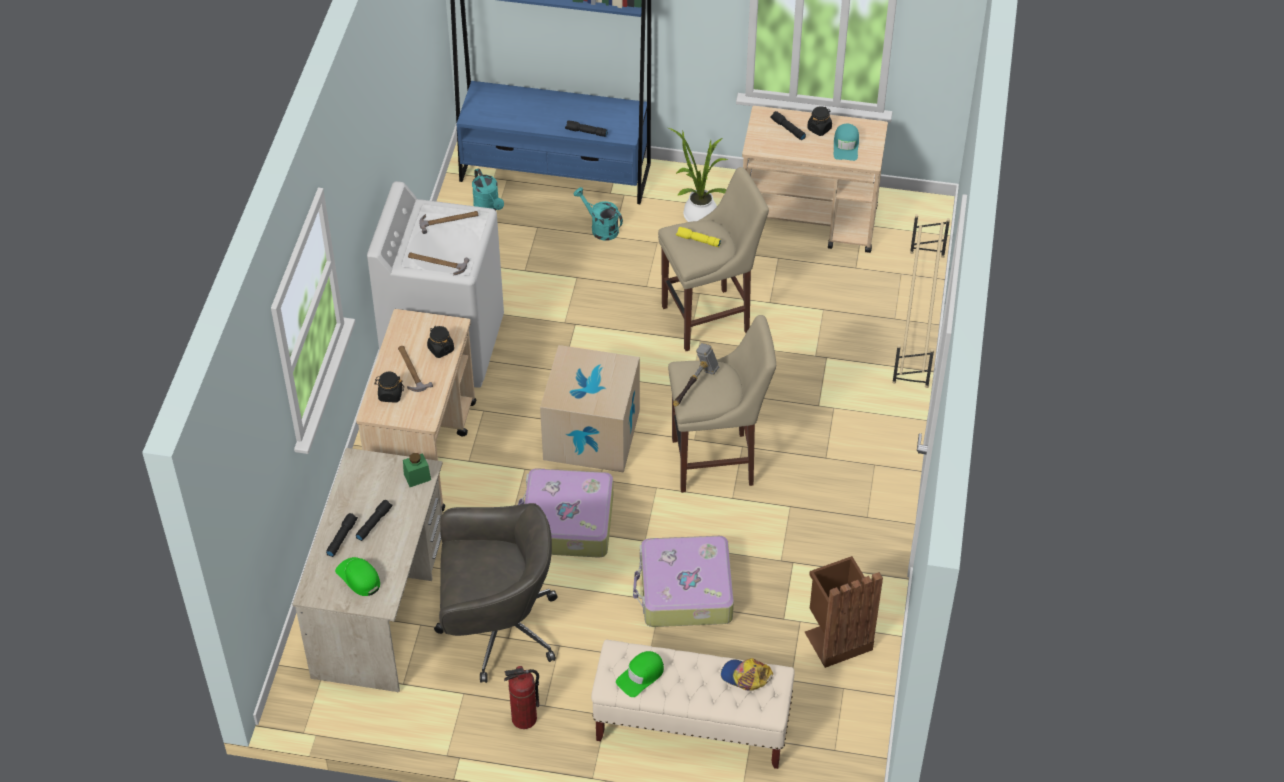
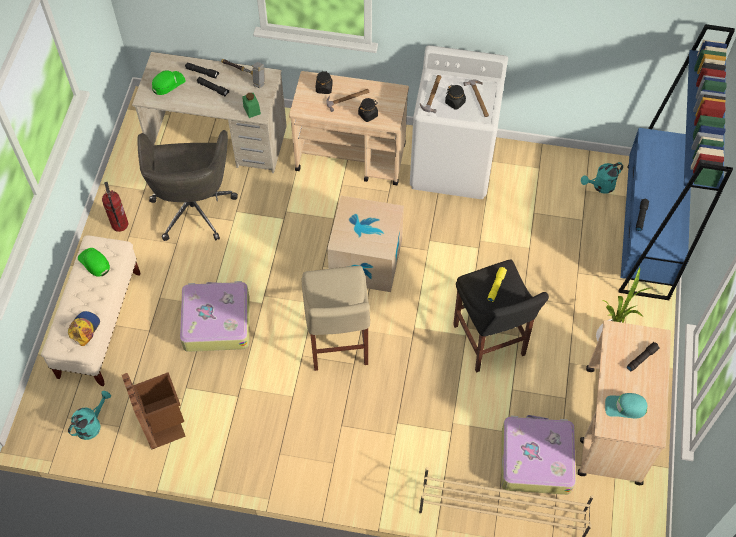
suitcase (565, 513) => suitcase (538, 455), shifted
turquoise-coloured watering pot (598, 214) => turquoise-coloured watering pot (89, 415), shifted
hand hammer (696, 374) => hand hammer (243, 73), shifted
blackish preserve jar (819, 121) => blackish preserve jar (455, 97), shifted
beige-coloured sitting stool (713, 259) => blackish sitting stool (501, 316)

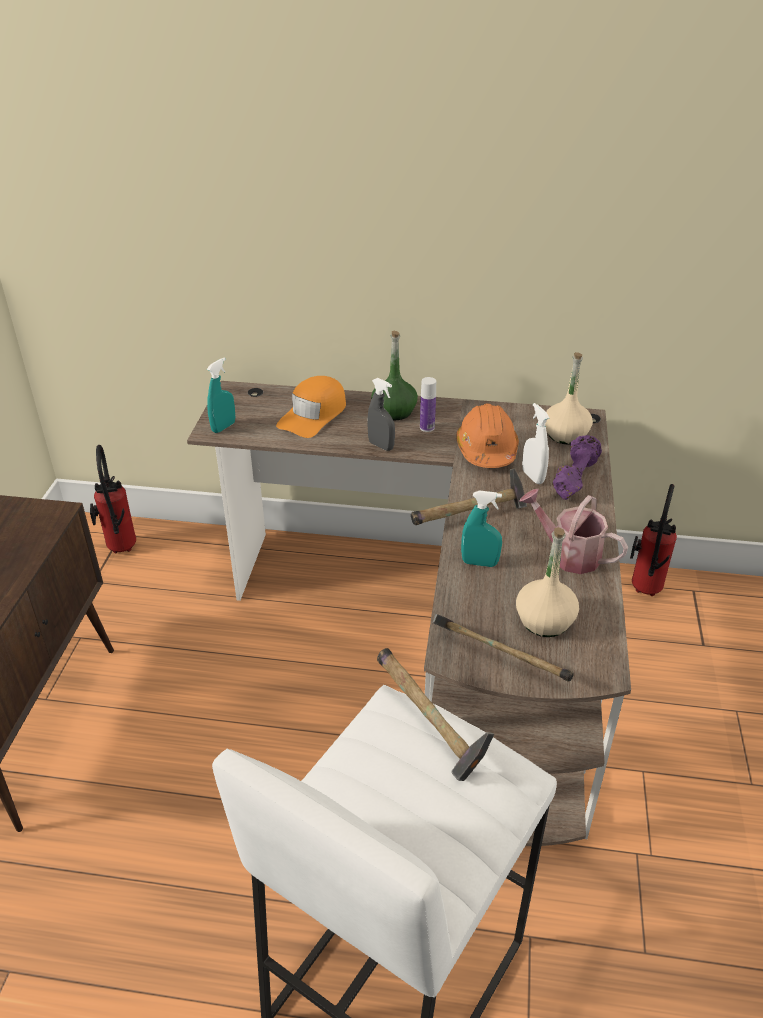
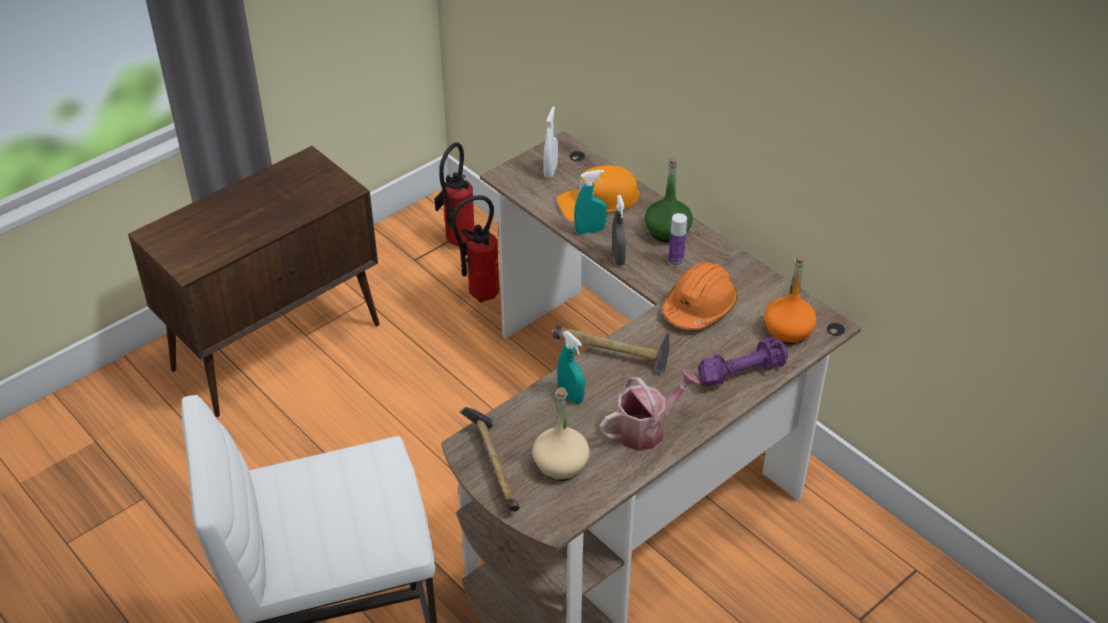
hand hammer (435, 714) => nothing
turquoise-coloured hand sprayer (221, 395) => turquoise-coloured hand sprayer (590, 202), shifted
white-coloured hand sprayer (535, 443) => white-coloured hand sprayer (550, 142), shifted
fire extinguisher (653, 540) => fire extinguisher (475, 249), shifted
beige-coloured beverage bottle (569, 398) => orangey beverage bottle (790, 299)
watering pot (573, 531) => watering pot (649, 410), 75 degrees clockwise

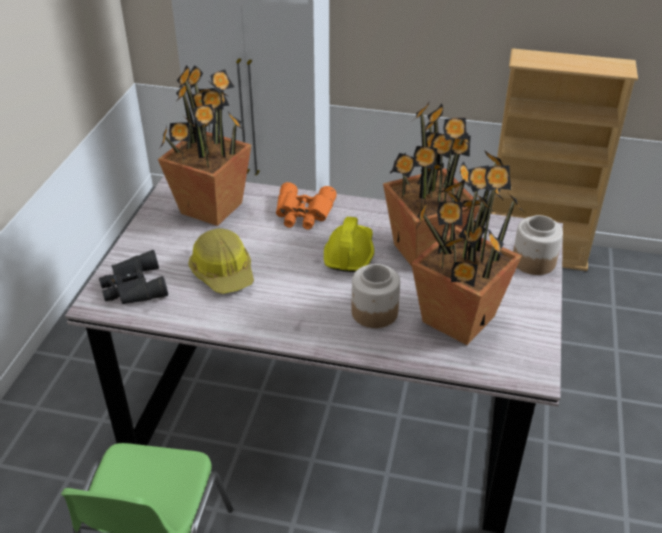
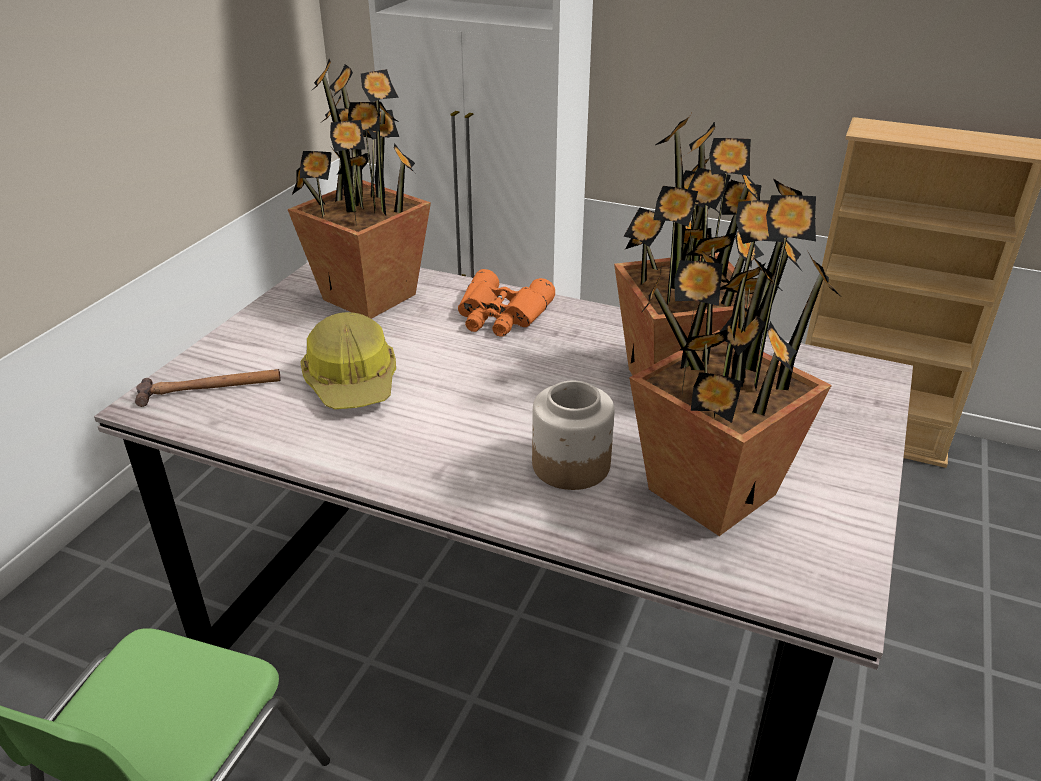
yellow-coloured work helmet (349, 244) => nothing
preserve jar (538, 245) => nothing
blackish pair of binoculars (133, 277) => hand hammer (207, 388)

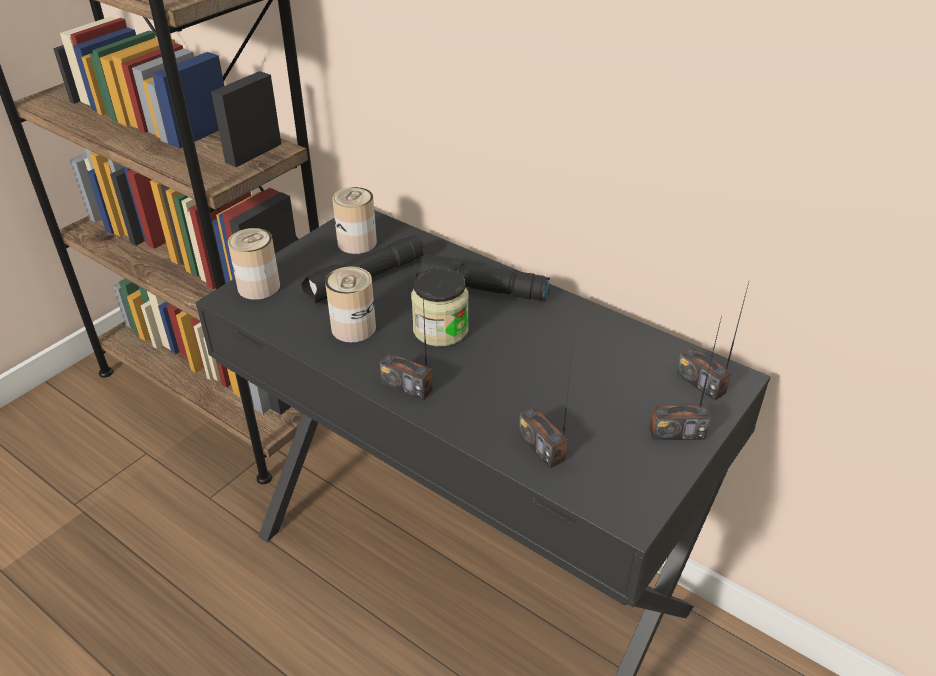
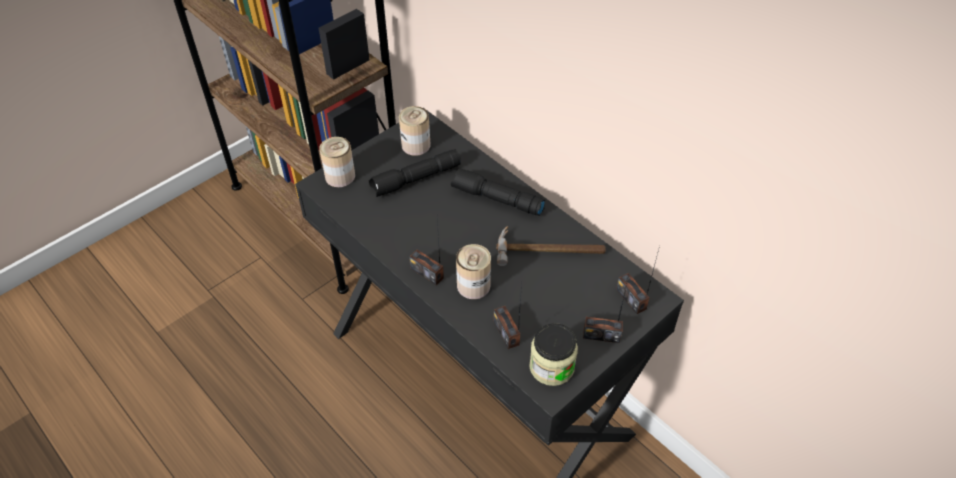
nothing => hand hammer (551, 246)
sealed can (350, 304) => sealed can (473, 271), shifted
preserve jar (440, 307) => preserve jar (553, 354), shifted

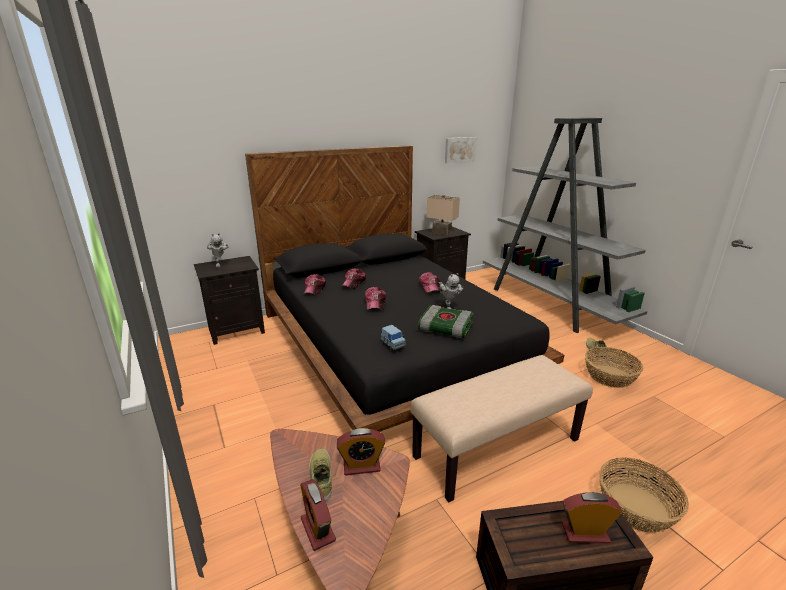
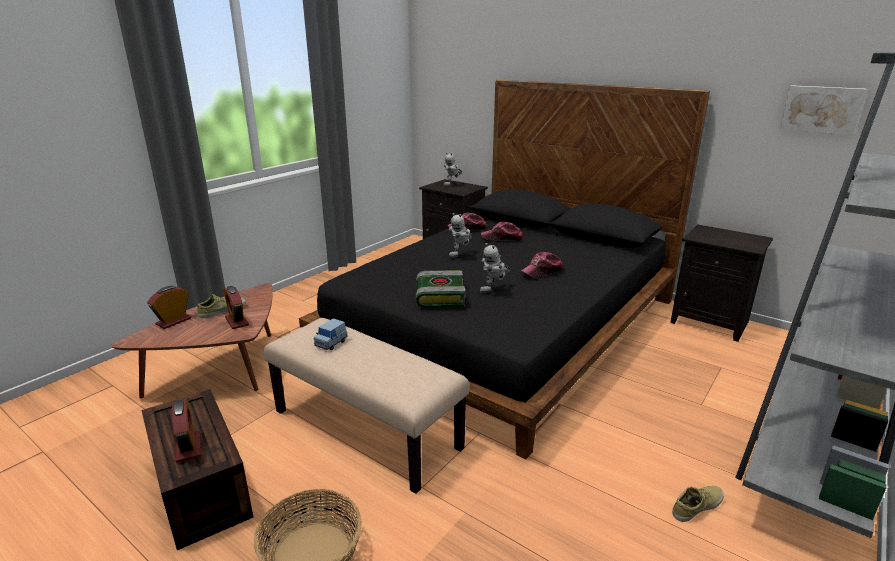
beige-coloured lamp for a table (443, 215) => nothing
basket (614, 367) => nothing
blue model car (393, 337) => blue model car (330, 334), shifted
baseball cap (375, 298) => toy robot (460, 235)

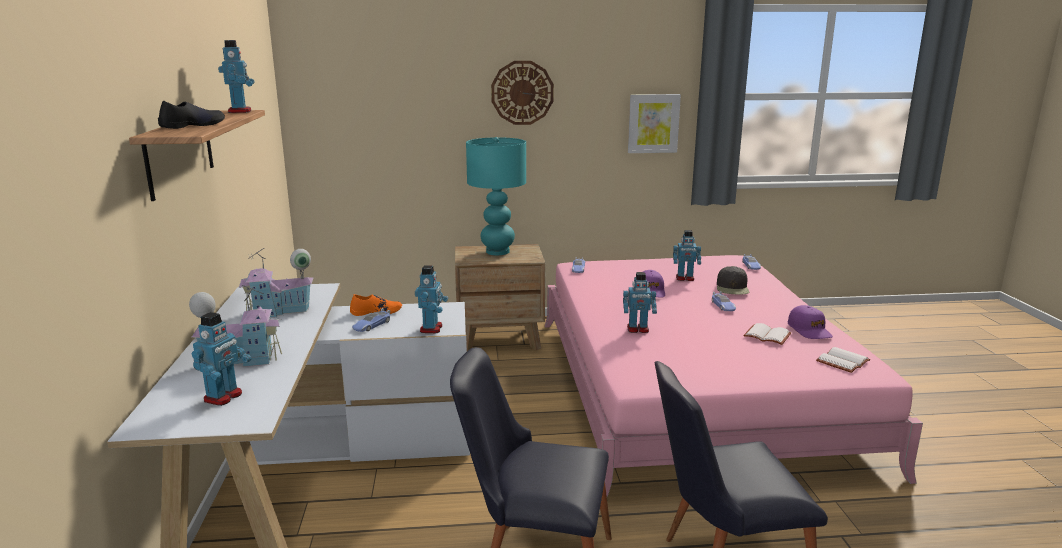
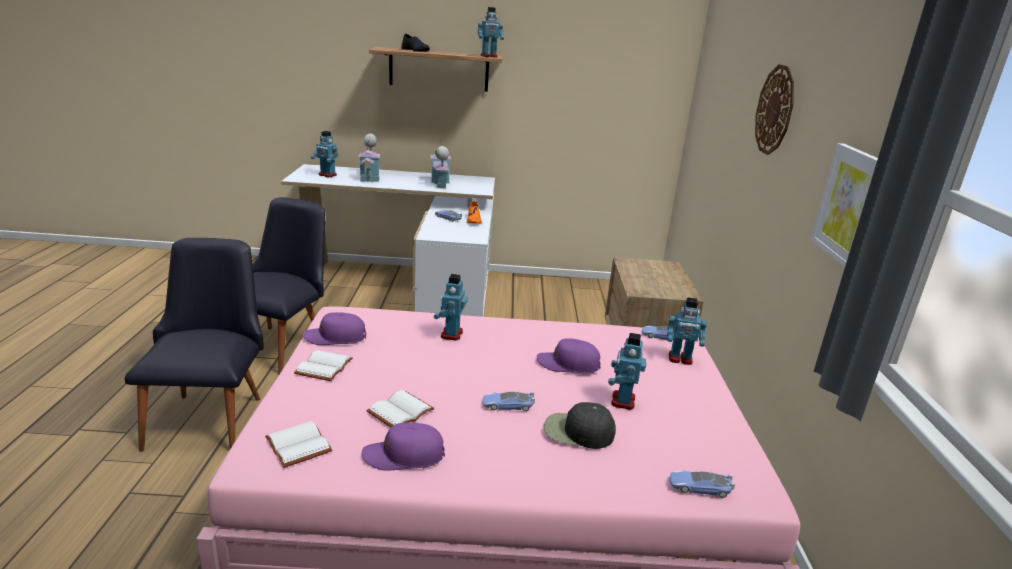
turquoise-coloured lamp for a table (496, 196) => nothing
nothing => white-coloured bound book (323, 365)
nothing => purplish baseball cap (334, 328)
toy robot (431, 299) => toy robot (687, 331), shifted

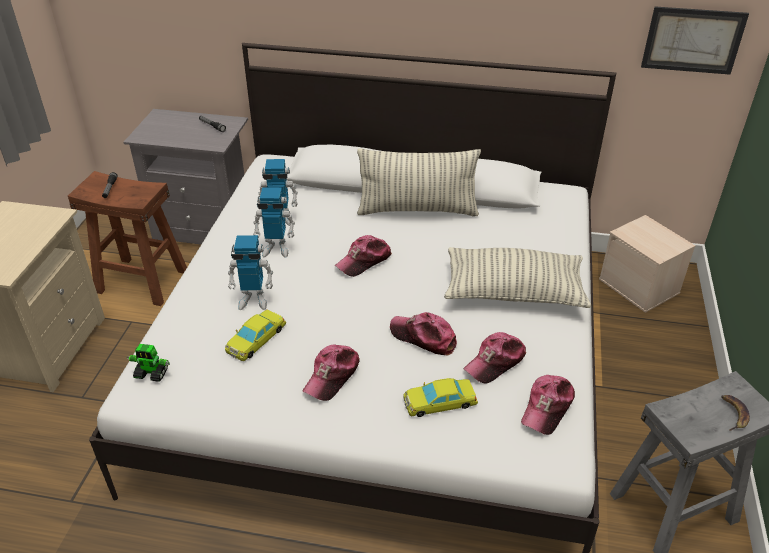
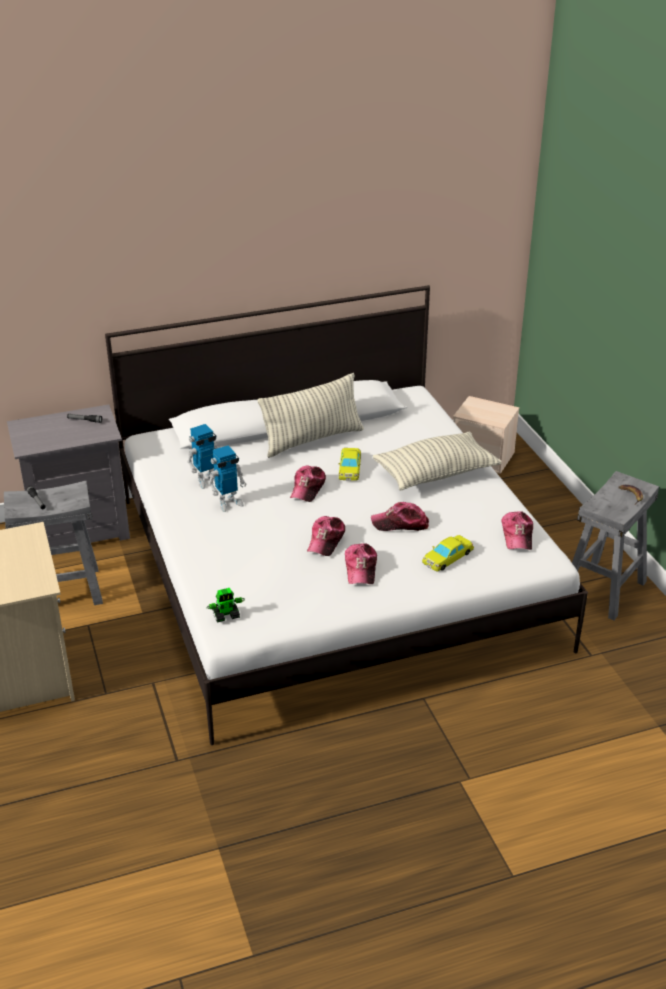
toy robot (250, 272) => nothing
wall picture (695, 41) => nothing
yellow-coloured model car (255, 335) => yellow-coloured model car (350, 464), shifted
baseball cap (494, 358) => baseball cap (326, 536), shifted
brown-coloured sitting stool (127, 238) => greyish sitting stool (53, 542)

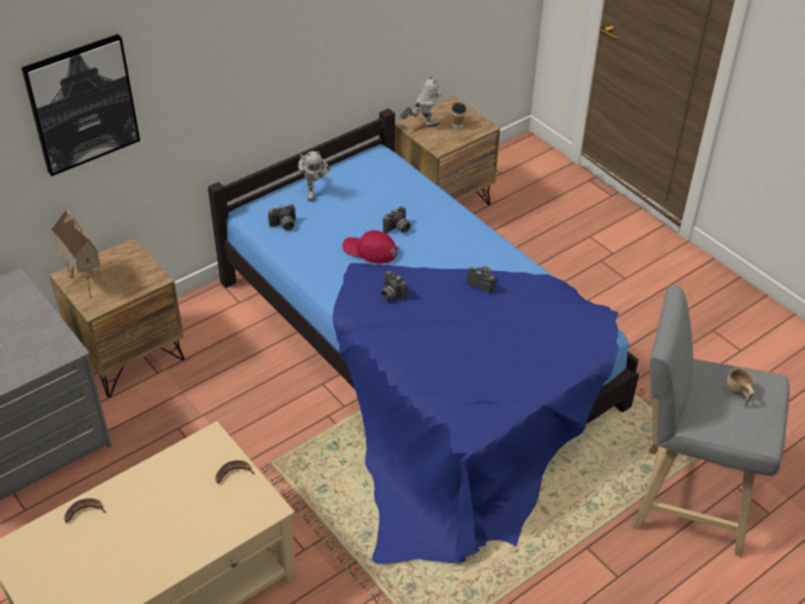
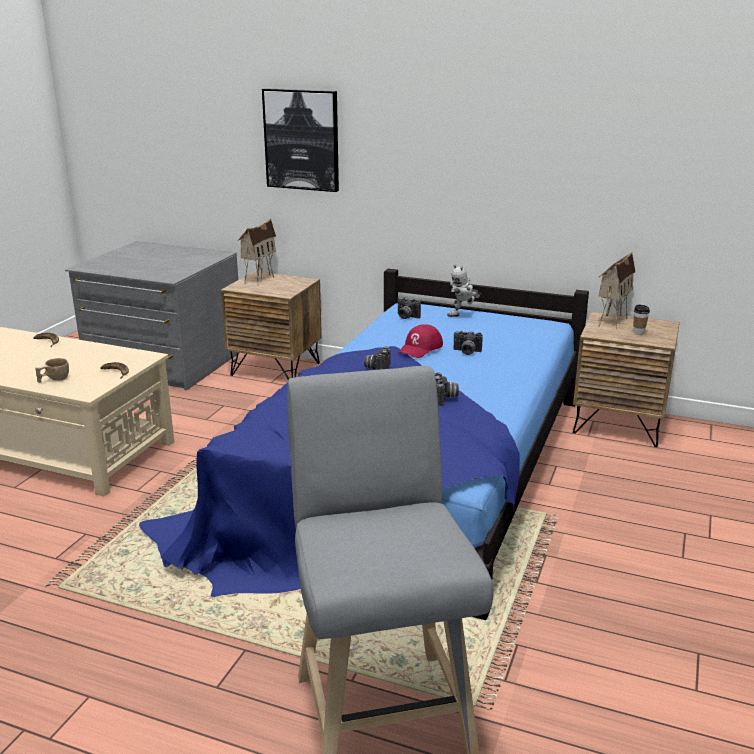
beige-coloured small cup (740, 387) => beige-coloured small cup (52, 370), shifted
toy robot (420, 101) => toy house (617, 291)
red-coloured baseball cap (370, 247) => red-coloured baseball cap (420, 341), 135 degrees counterclockwise

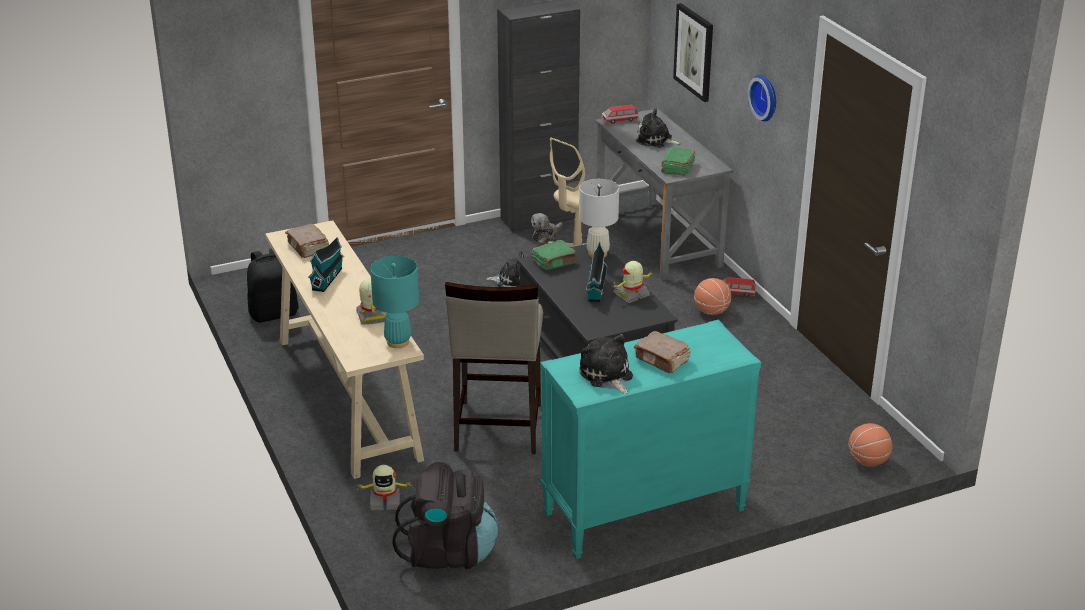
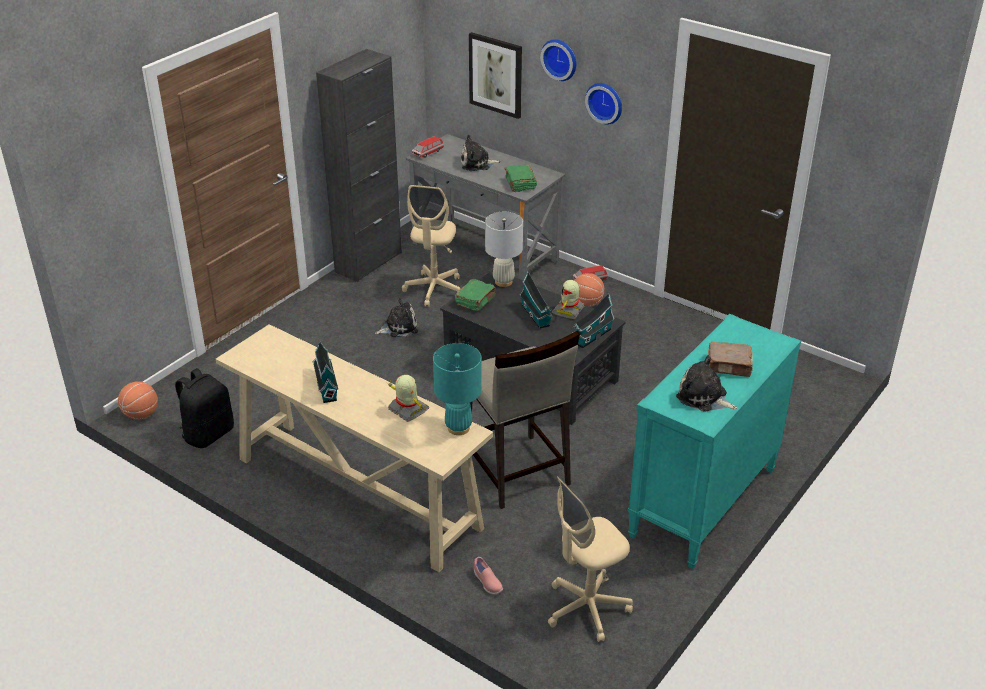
brown-coloured bound book (307, 241) => nothing
soft toy (547, 228) => nothing
nothing => wall clock (558, 60)
nothing => toy house (593, 320)
basketball ball (870, 445) => basketball ball (138, 400), shifted
toy robot (383, 488) => pink-coloured shoe (488, 576)
blackish rucksack (445, 515) => beige-coloured desk chair (590, 559)

